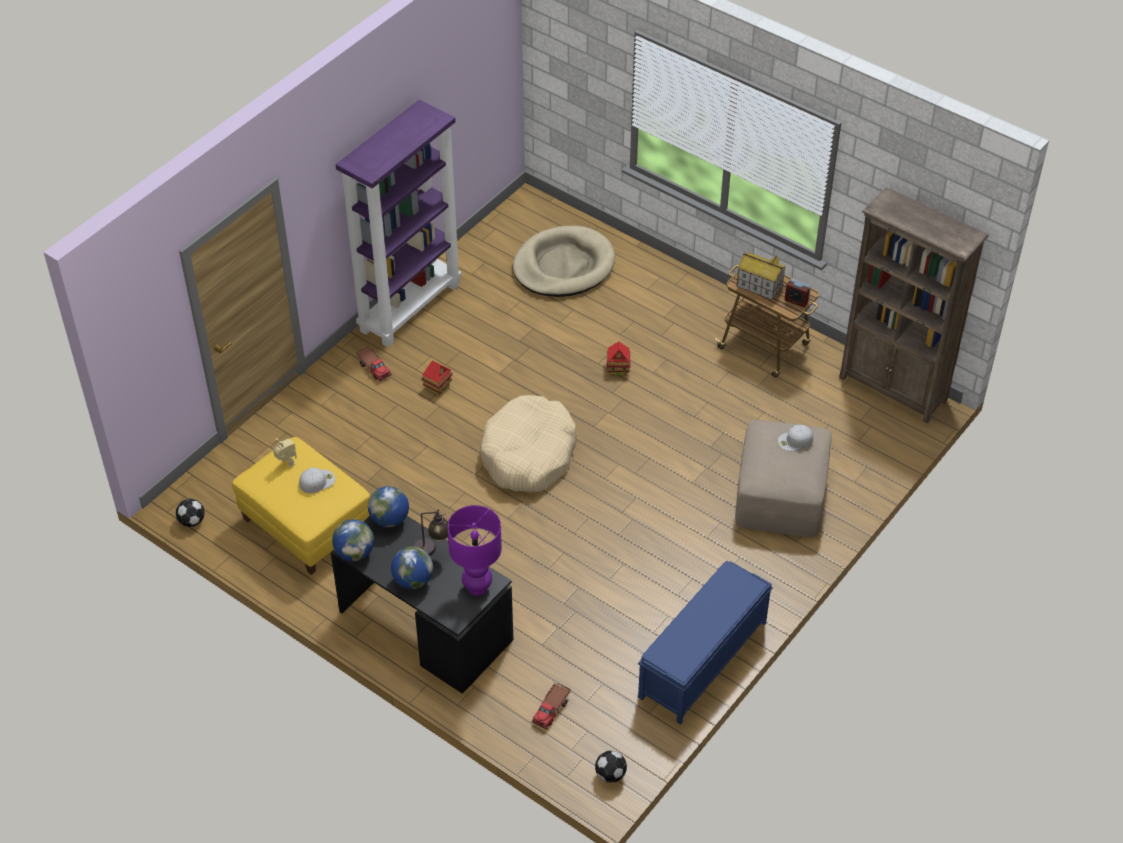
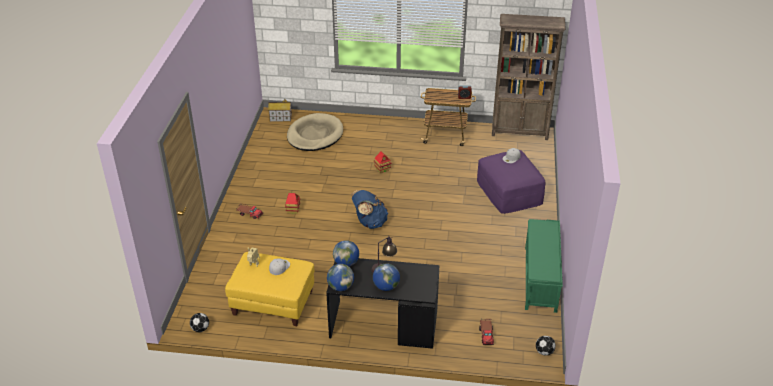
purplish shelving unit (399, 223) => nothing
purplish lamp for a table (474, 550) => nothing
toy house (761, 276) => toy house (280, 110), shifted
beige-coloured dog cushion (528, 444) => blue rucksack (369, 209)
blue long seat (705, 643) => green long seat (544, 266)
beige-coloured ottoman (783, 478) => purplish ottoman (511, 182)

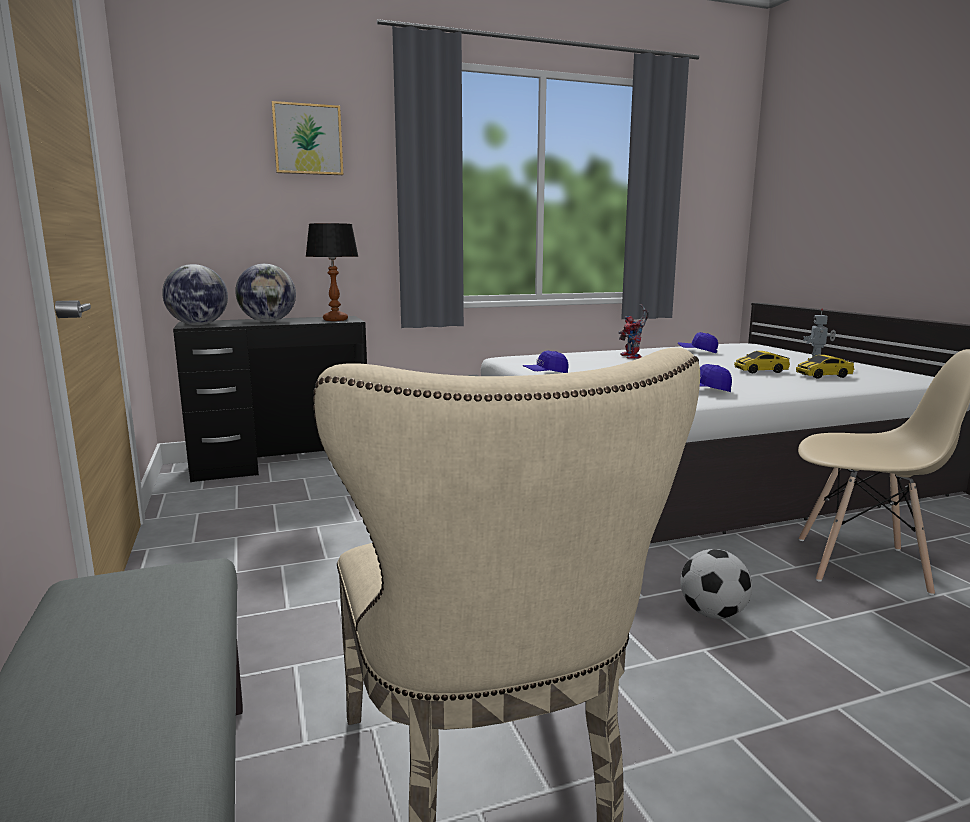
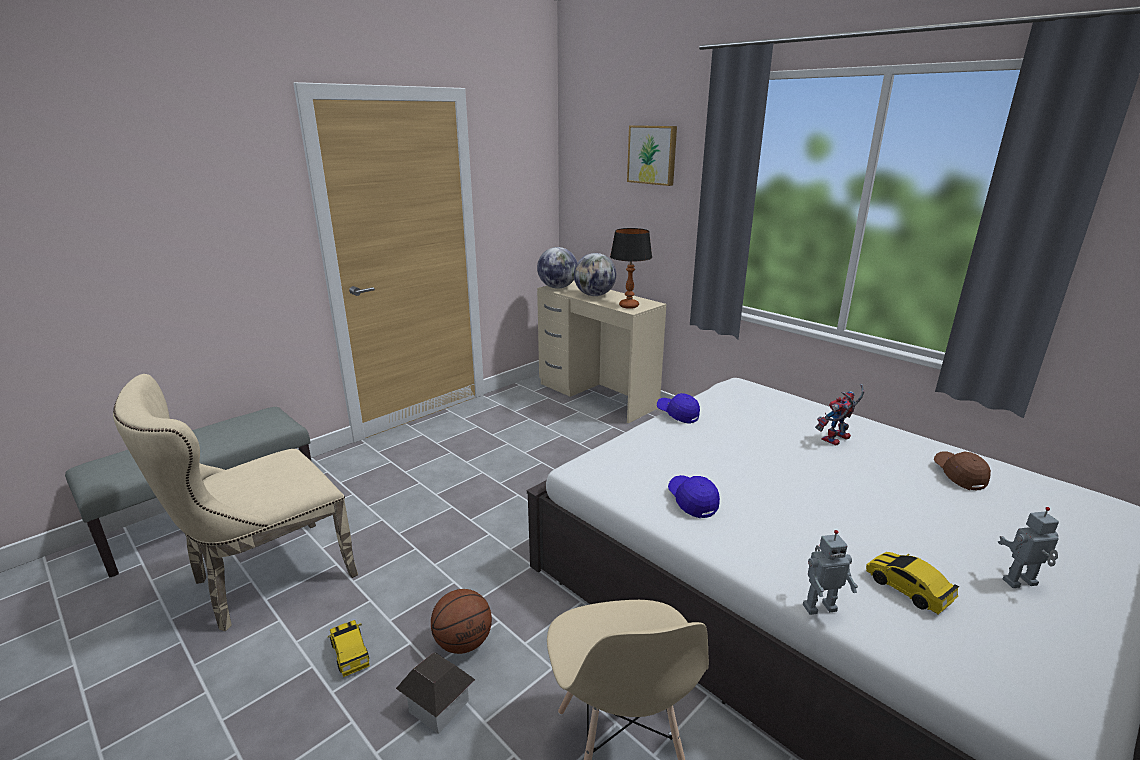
nothing => toy house (435, 693)
nothing => toy robot (830, 572)
model car (762, 362) => model car (349, 648), shifted
football (716, 584) => basketball ball (461, 621)
blackish desk unit (270, 399) => beige-coloured desk unit (602, 352)
blue baseball cap (698, 342) => brown-coloured baseball cap (962, 470)

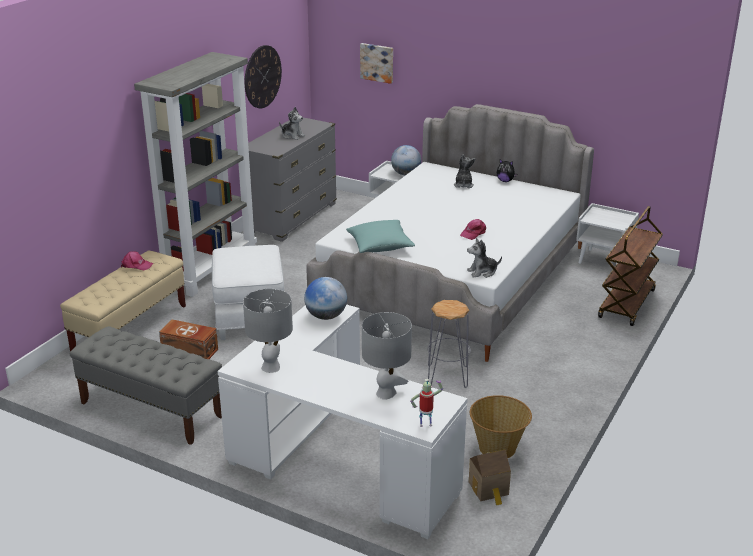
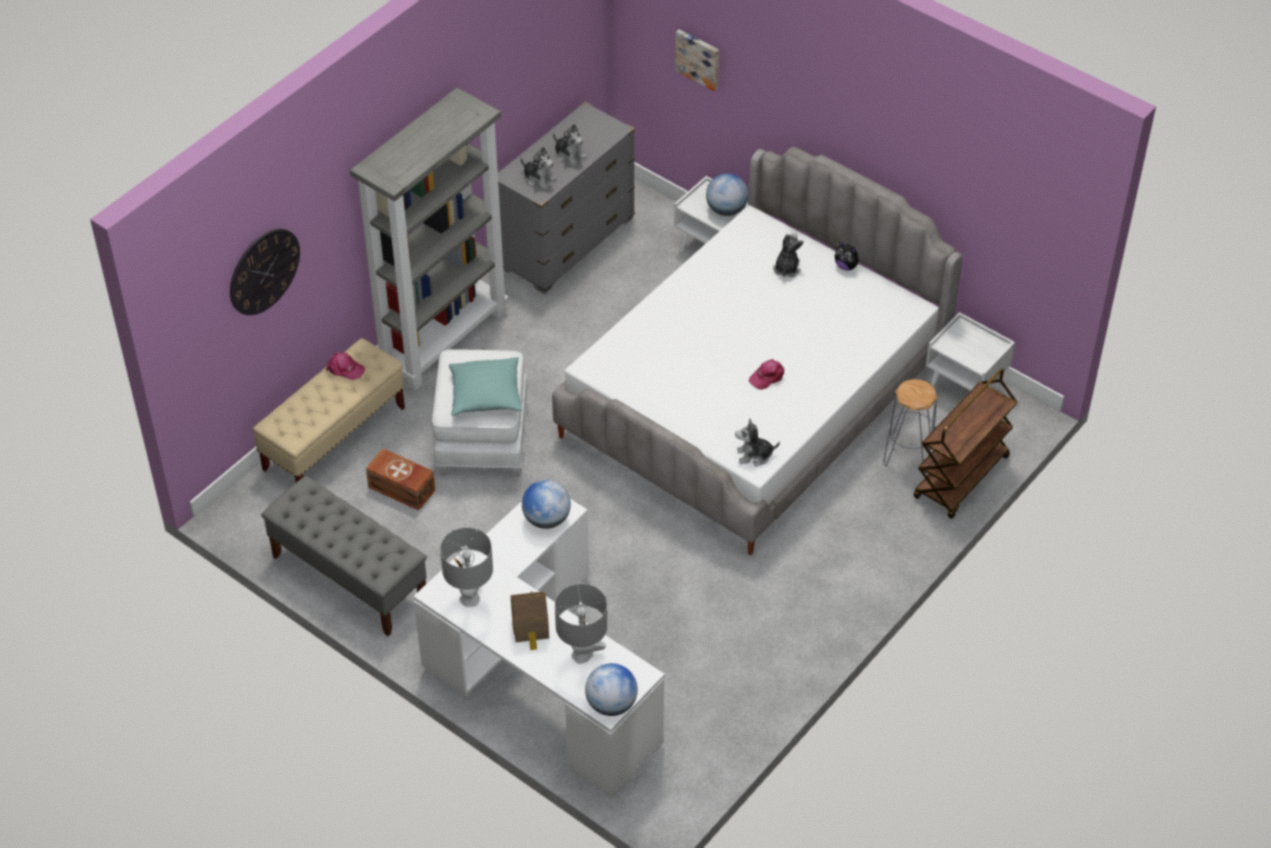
basket (501, 426) => nothing
nothing => soft toy (539, 168)
wall clock (263, 76) => wall clock (265, 272), shifted
turquoise-coloured cushion (380, 236) => turquoise-coloured cushion (485, 386), shifted
greyish sitting stool (449, 344) => greyish sitting stool (910, 426), shifted
toy house (490, 477) => toy house (530, 620), shifted
toy robot (426, 403) => globe (611, 689)

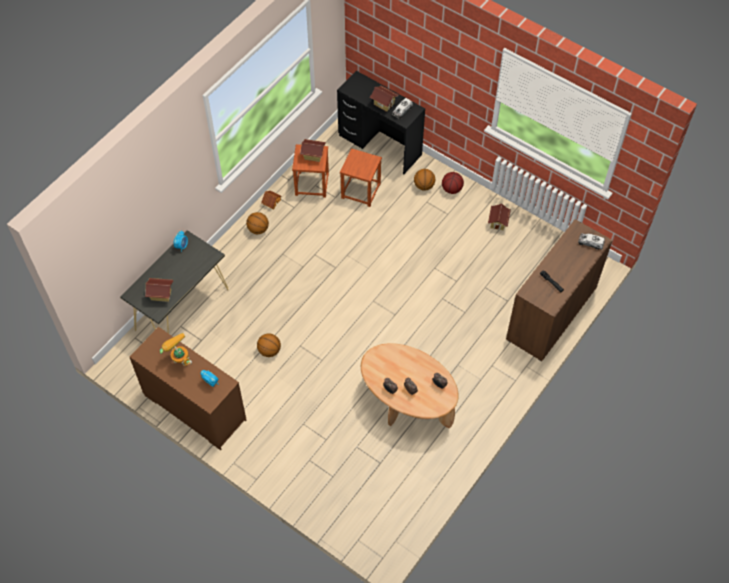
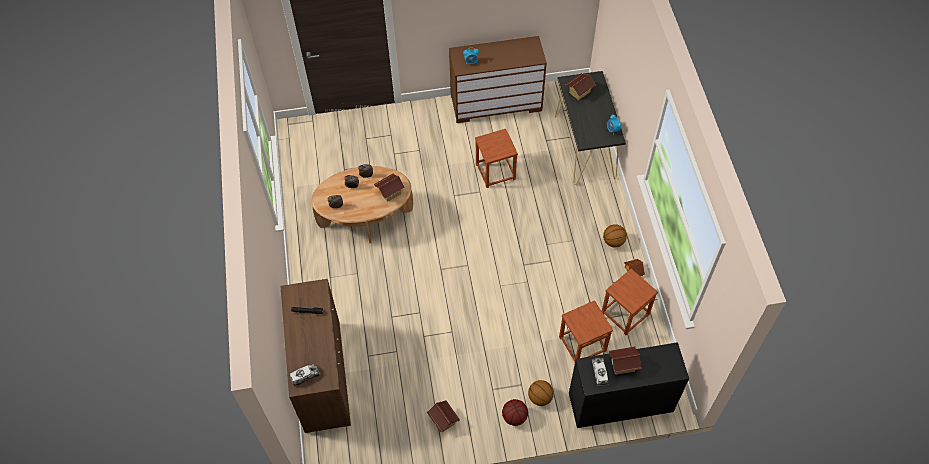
toy robot (176, 349) => nothing
toy house (313, 150) => toy house (389, 187), shifted
basketball ball (269, 345) => brown-coloured sitting stool (496, 158)

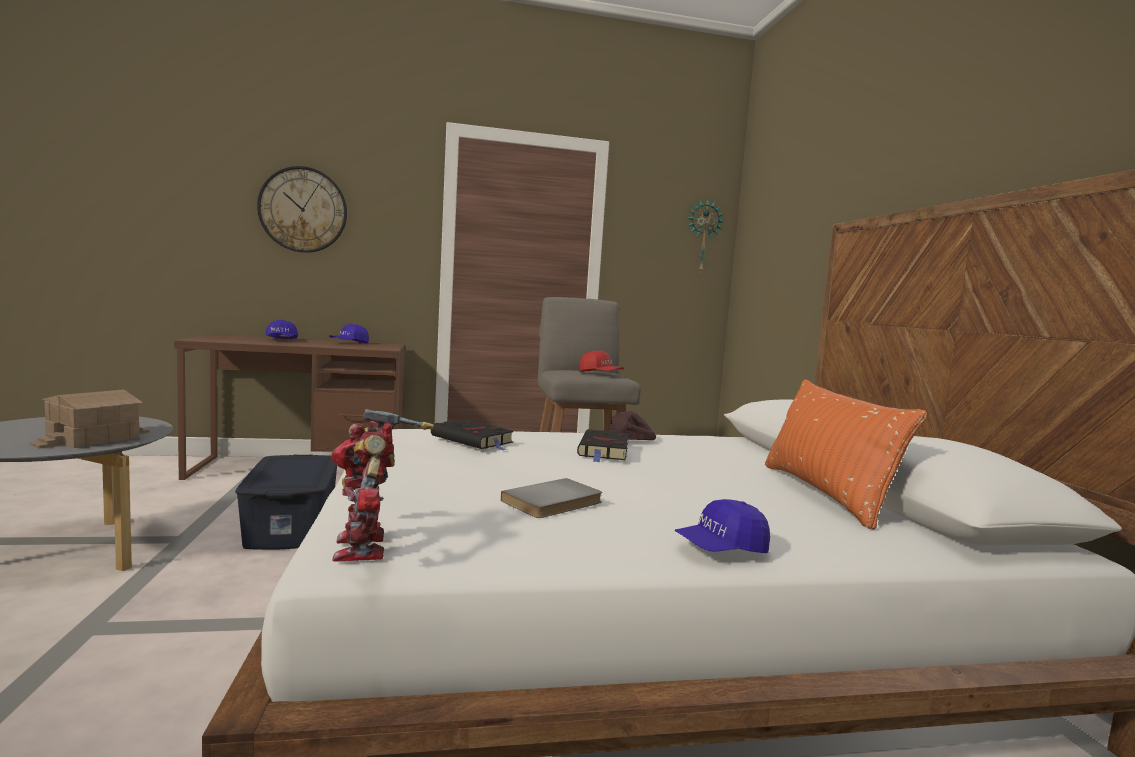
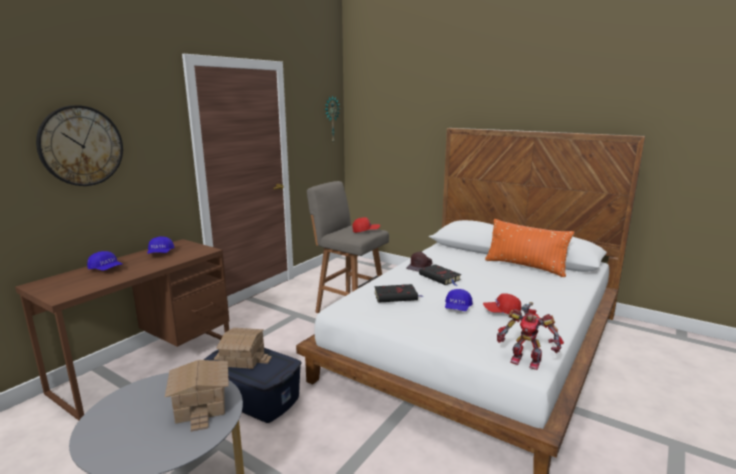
nothing => toy house (243, 348)
blue baseball cap (722, 526) => blue baseball cap (459, 300), shifted
greyish bound book (551, 498) => red-coloured baseball cap (502, 304)

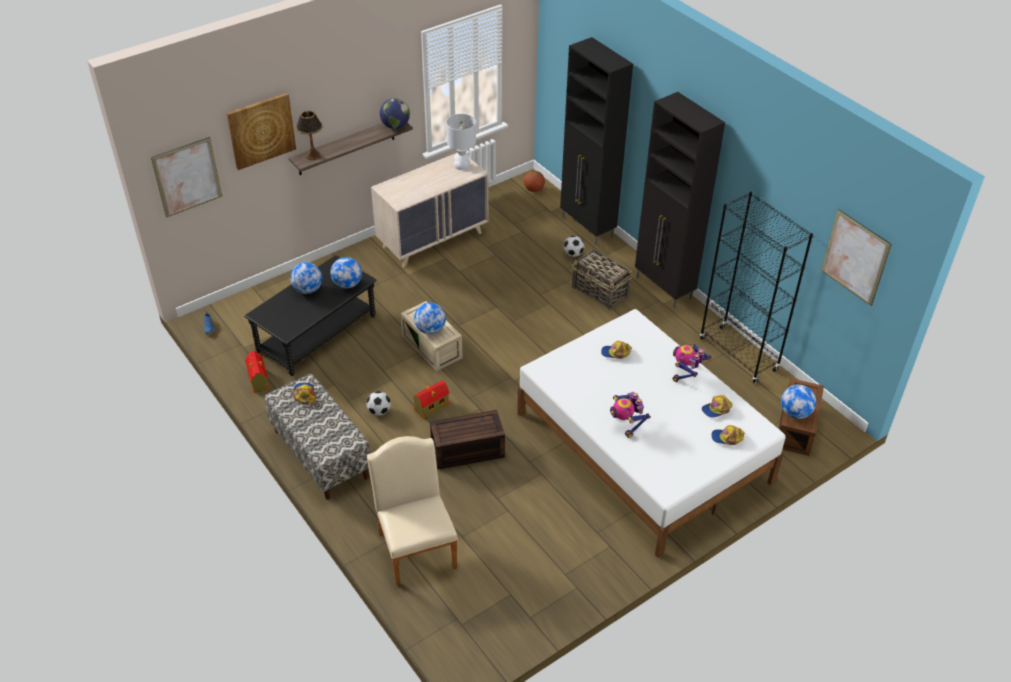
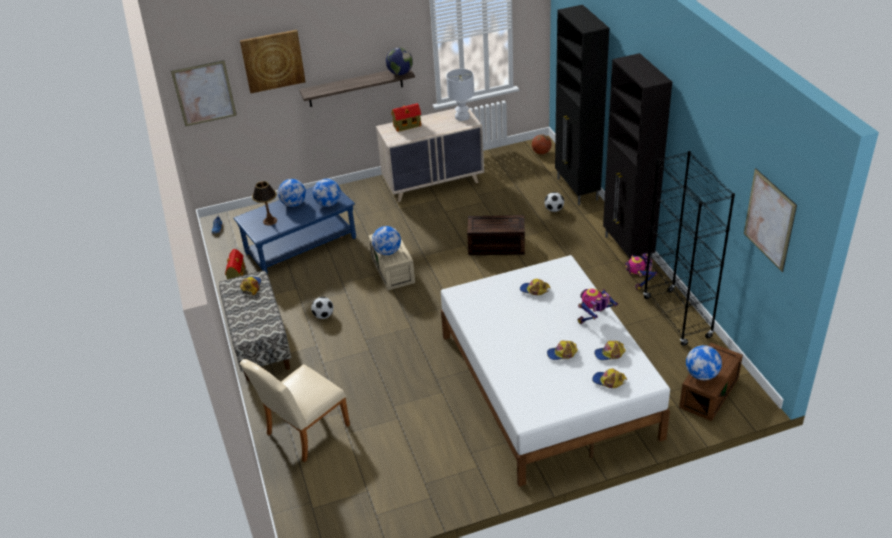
basket (602, 279) => nothing
nothing => baseball cap (562, 350)
lamp for a table (309, 135) => lamp for a table (264, 203), shifted
toy house (431, 399) => toy house (406, 117), shifted
brown-coloured storage container (467, 440) => brown-coloured storage container (496, 235), shifted
toy robot (630, 415) => toy robot (641, 271), shifted
blackish coffee table (310, 315) => blue coffee table (294, 230)
beige-coloured chair (412, 511) => beige-coloured chair (295, 410), 135 degrees counterclockwise

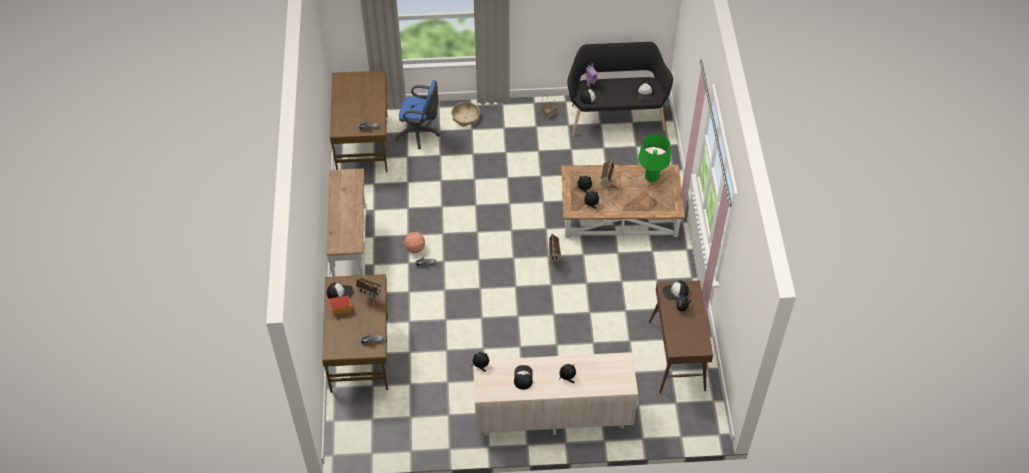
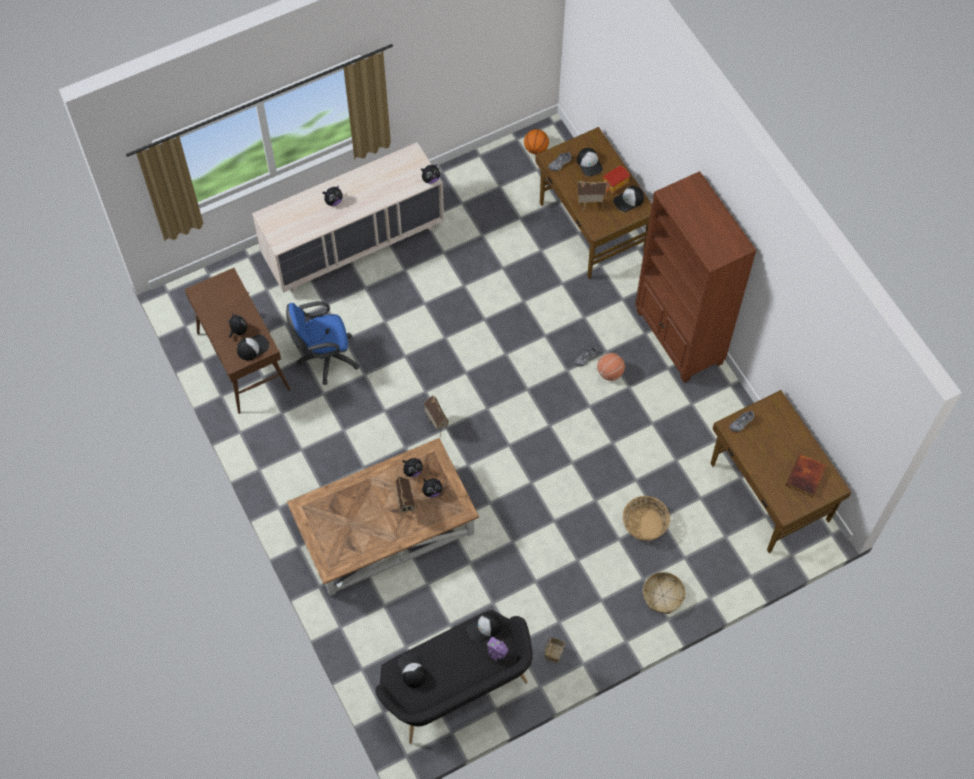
green lamp for a table (654, 158) => nothing
nothing => basketball ball (536, 141)
nothing => basket (646, 518)
nothing => bound book (806, 475)
blue desk chair (417, 114) => blue desk chair (323, 343), shifted
baseball cap (523, 377) => baseball cap (590, 162), shifted
white-coloured console table (346, 222) => brown-coloured shelving unit (696, 277)

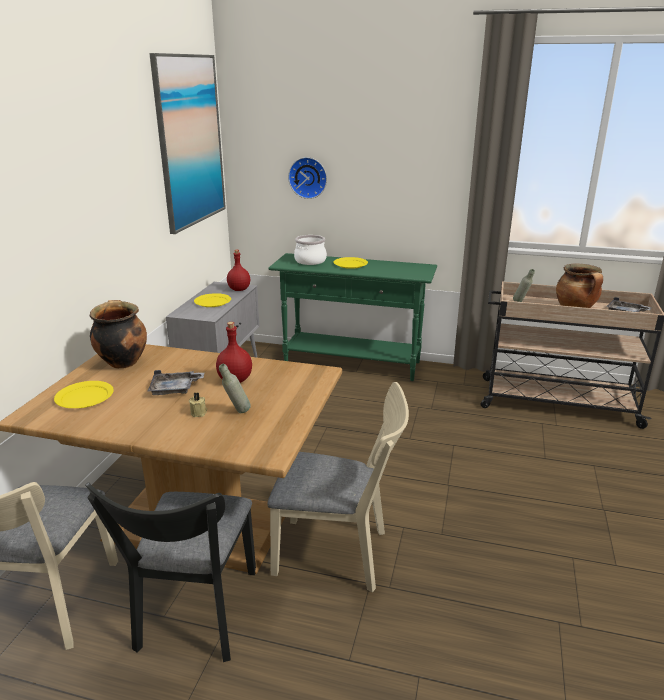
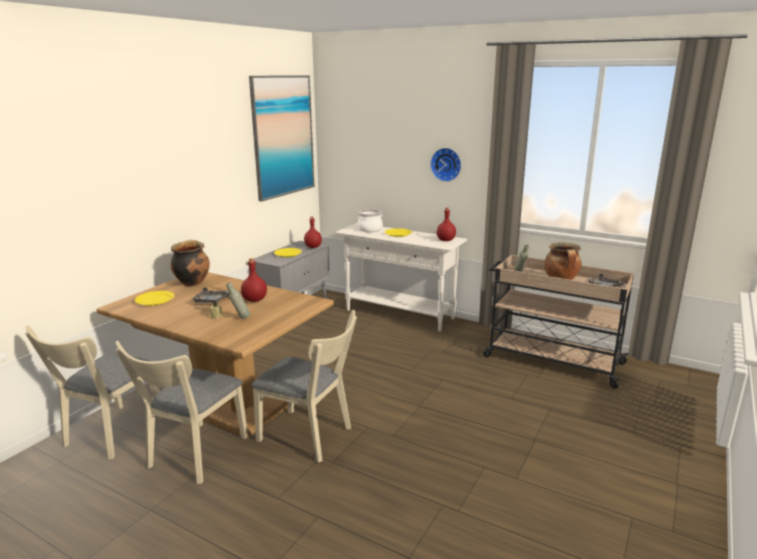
nothing => red-coloured beverage bottle (446, 224)
wall clock (307, 178) => wall clock (445, 165), shifted
blackish chair (170, 572) => beige-coloured chair (181, 412)
green console table (352, 317) => white-coloured console table (401, 277)

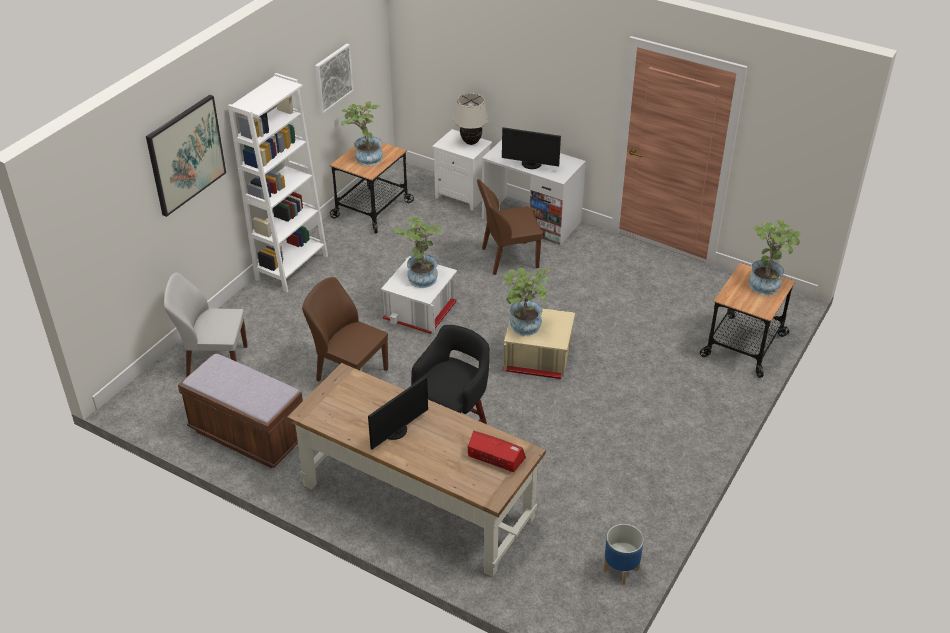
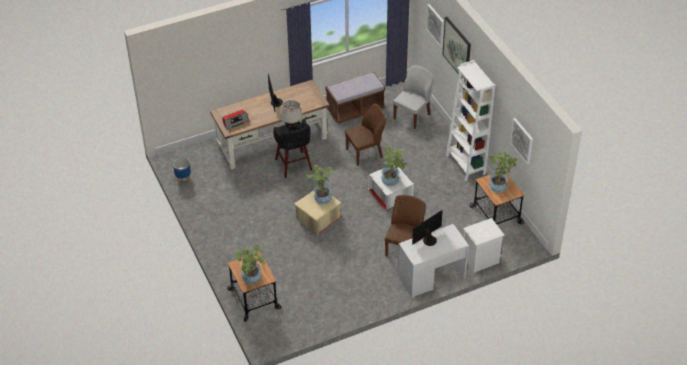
nothing => wall picture (435, 25)
beige-coloured lamp for a table (471, 119) => beige-coloured lamp for a table (292, 115), shifted

